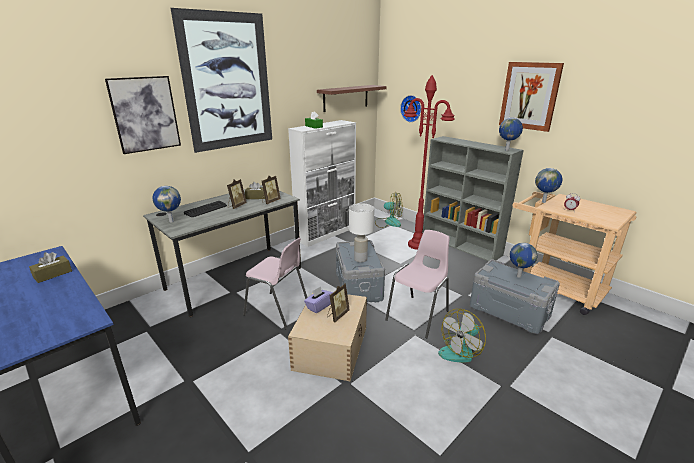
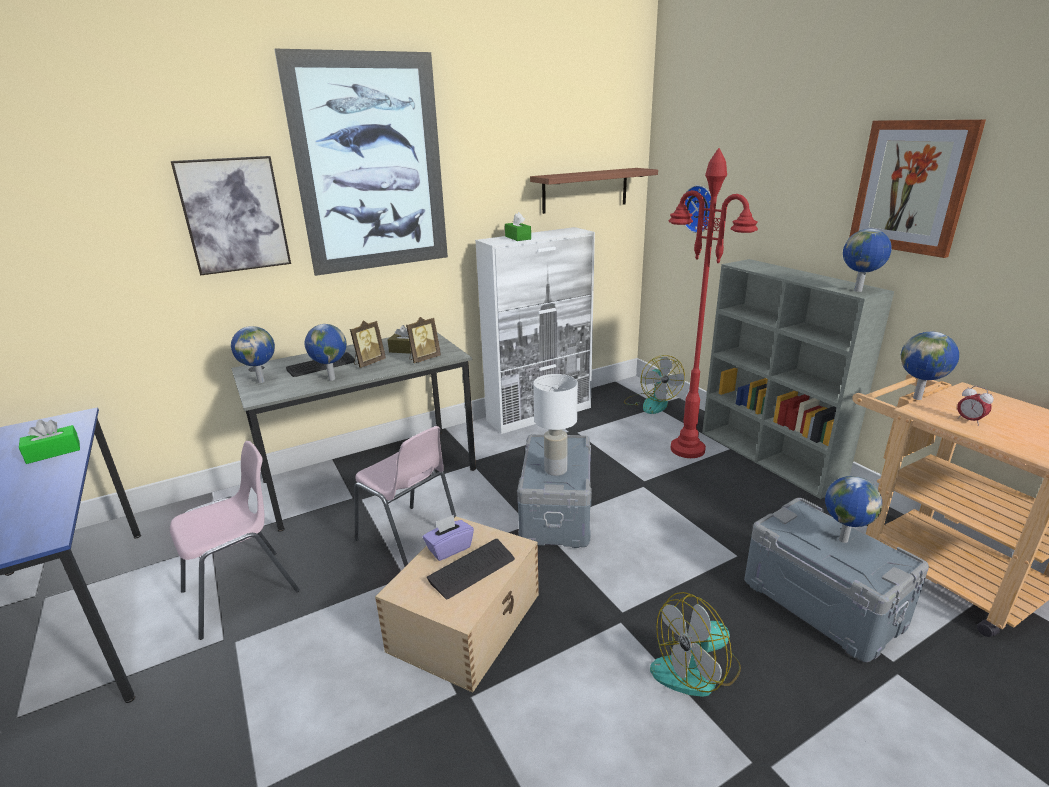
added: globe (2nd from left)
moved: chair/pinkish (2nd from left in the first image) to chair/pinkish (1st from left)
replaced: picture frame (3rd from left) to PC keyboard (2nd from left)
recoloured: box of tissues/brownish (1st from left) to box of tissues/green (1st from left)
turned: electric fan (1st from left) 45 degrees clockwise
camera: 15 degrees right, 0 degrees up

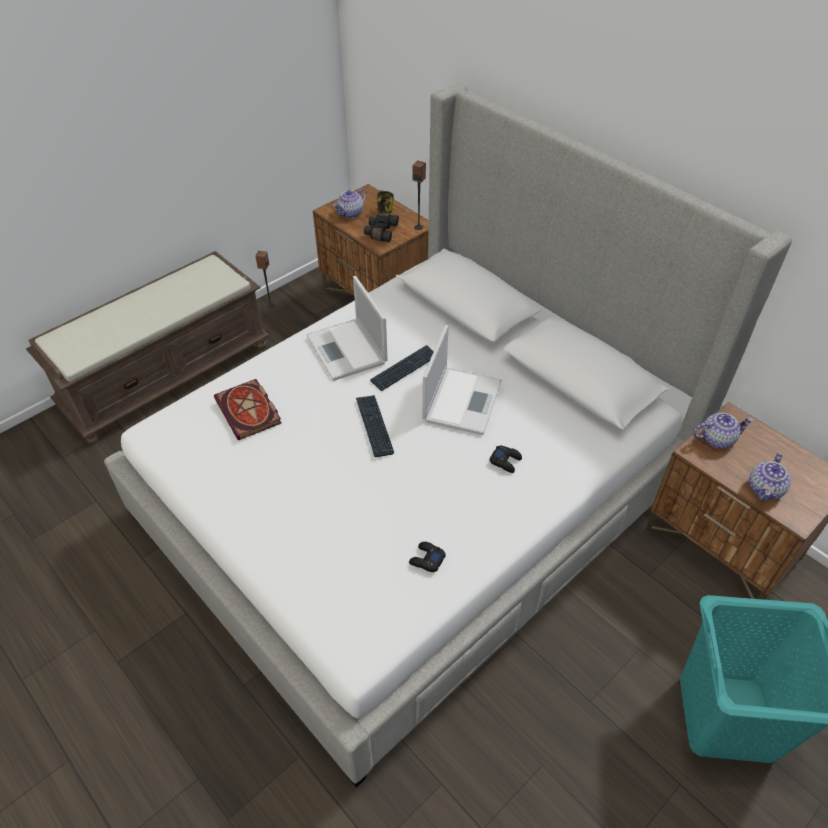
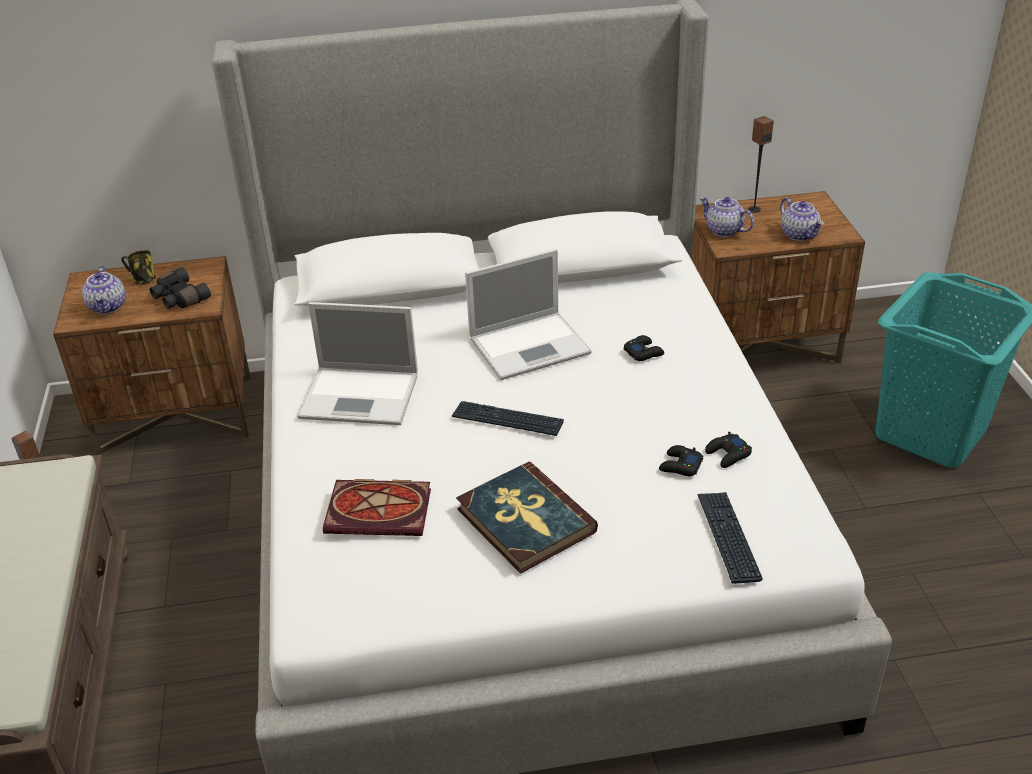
added: volume (2nd from left); joypad/black (2nd from left)
moved: PC keyboard (2nd from left); audio speaker (2nd from left)
turned: laptop (2nd from left) 105 degrees clockwise; pot for tea (2nd from left) 75 degrees counterclockwise
camera: 55 degrees left, 10 degrees down

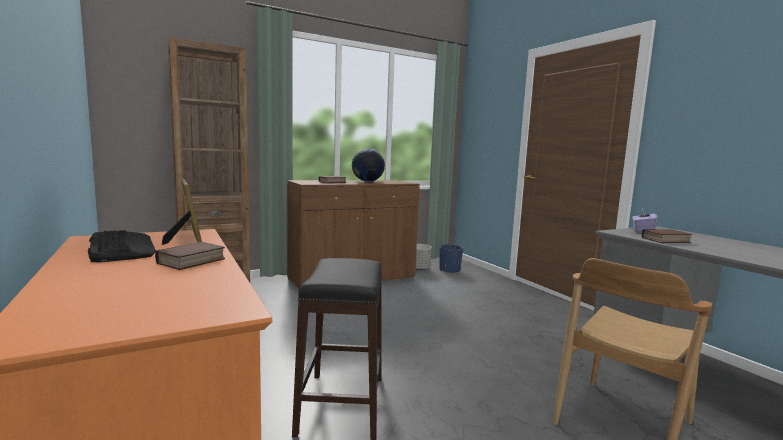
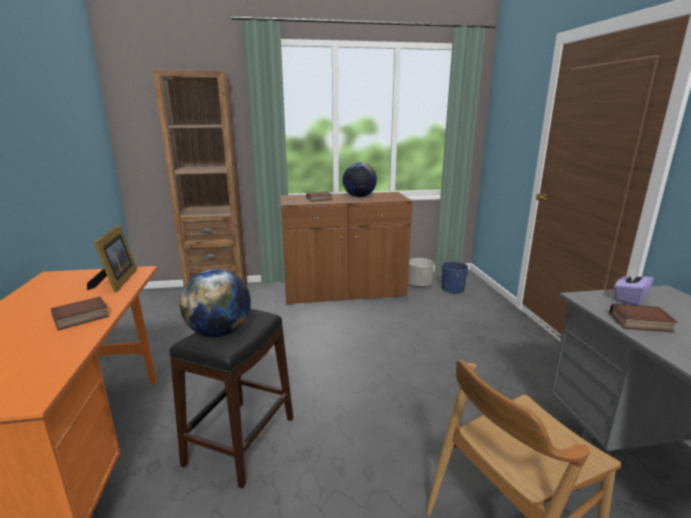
removed: PC keyboard
added: globe (1st from left)
camera: 20 degrees right, 10 degrees up

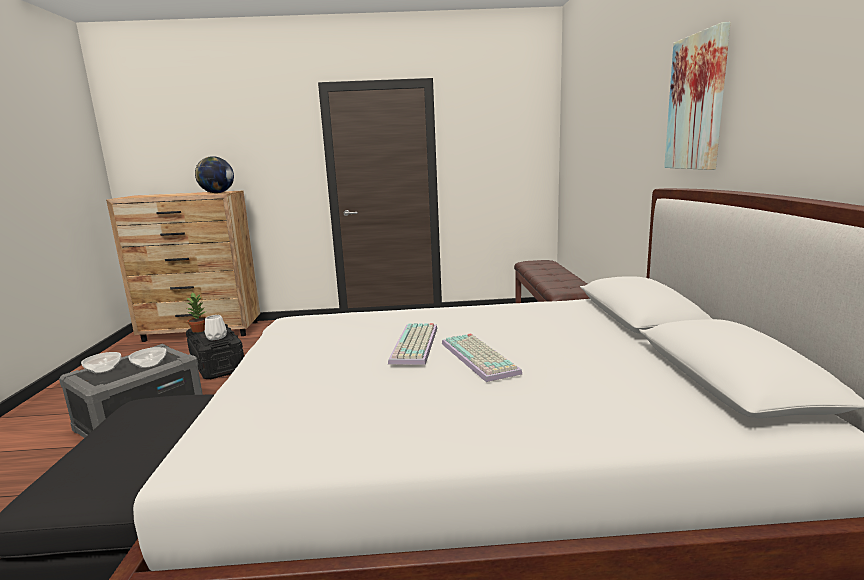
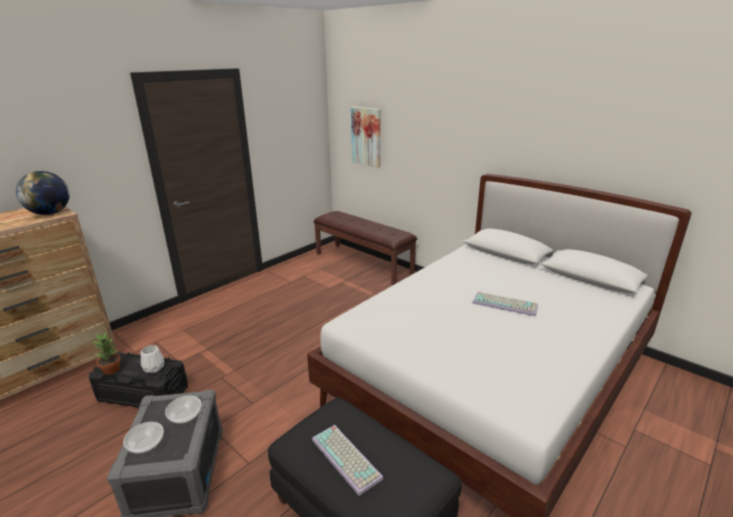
moved: PC keyboard (1st from left); wall picture
camera: 45 degrees left, 10 degrees up

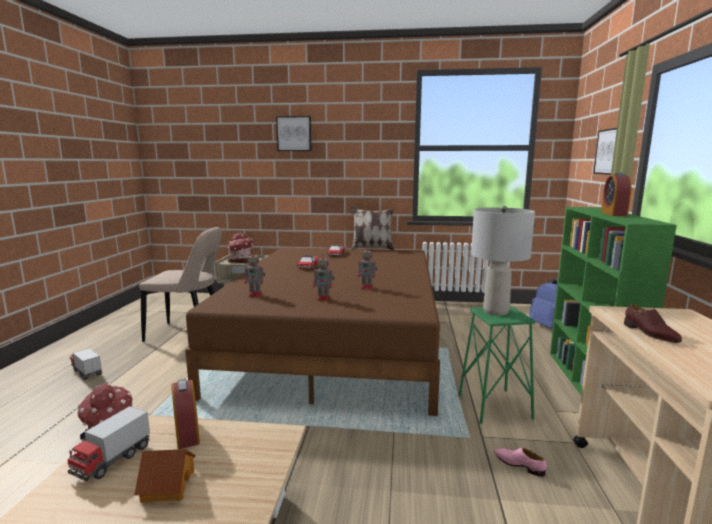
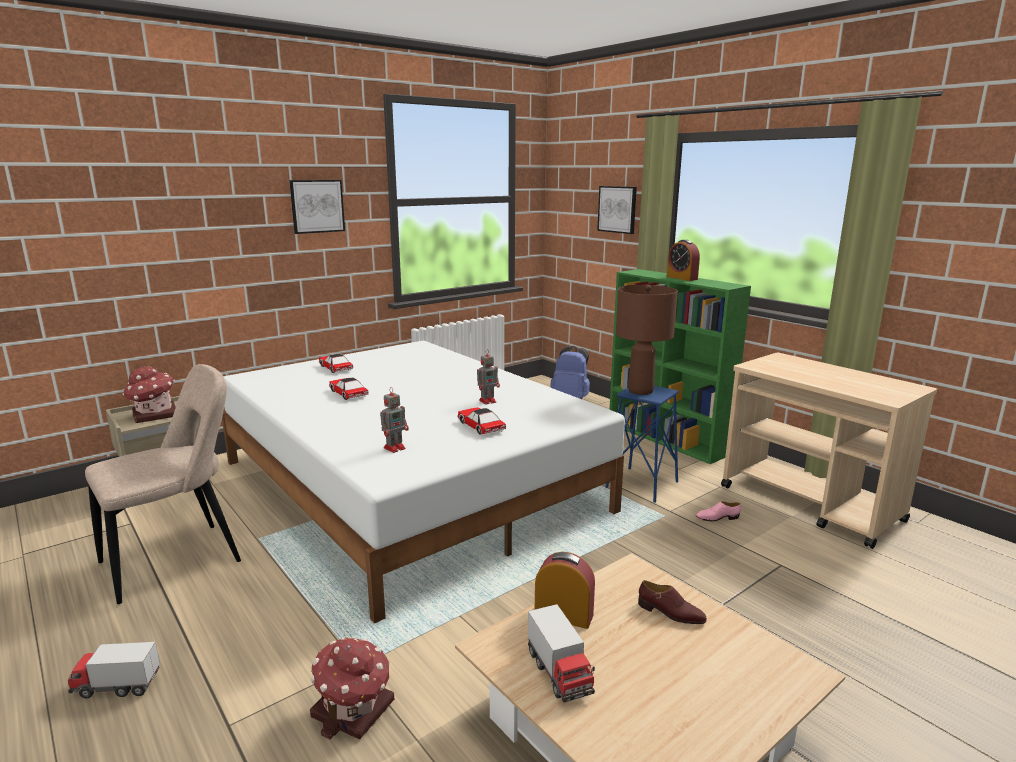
removed: toy house (2nd from left); throw pillow
moved: wall picture (1st from left); item of footwear/brownish
replaced: model robot (2nd from left) to toy car (3rd from left)
recoloured: bed/brownish to bed/whitish; sitting stool/green to sitting stool/bluish; table lamp/grey to table lamp/brownish
camera: 45 degrees left, 5 degrees up

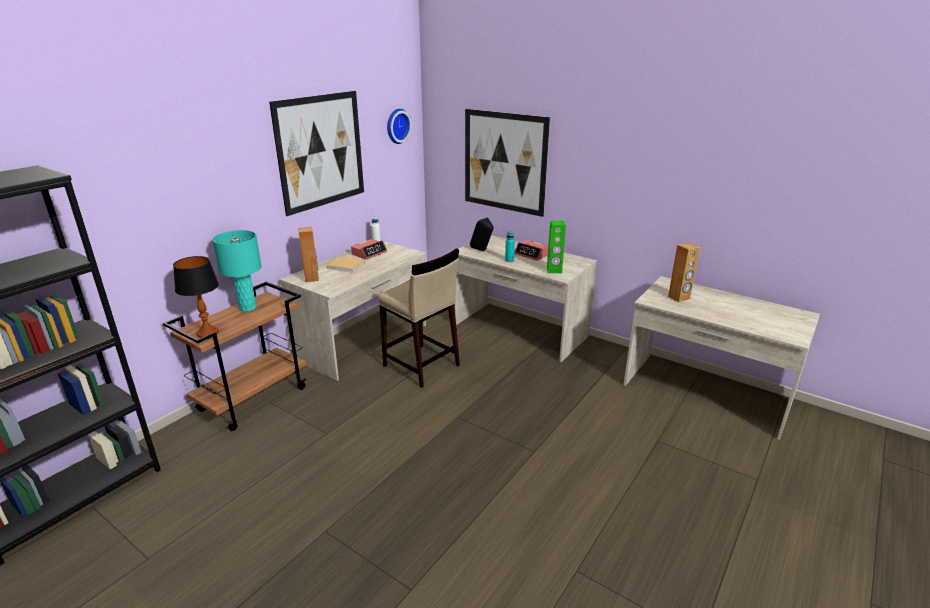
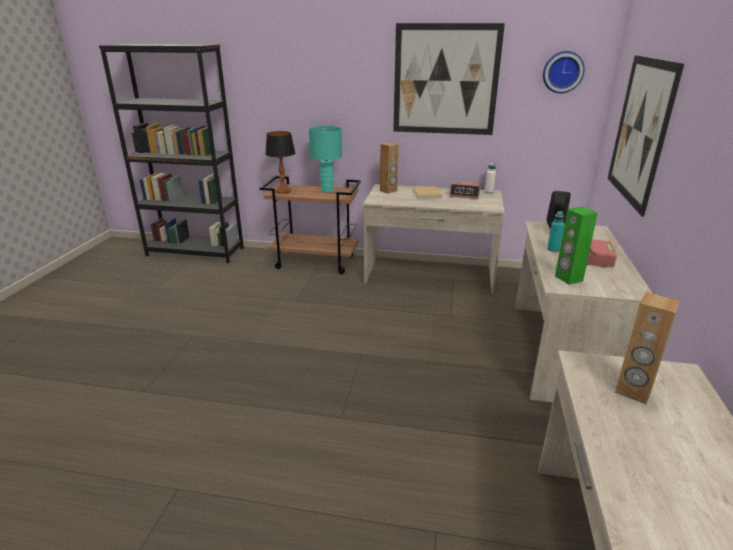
removed: sitting stool/sand-coloured
camera: 65 degrees right, 0 degrees up

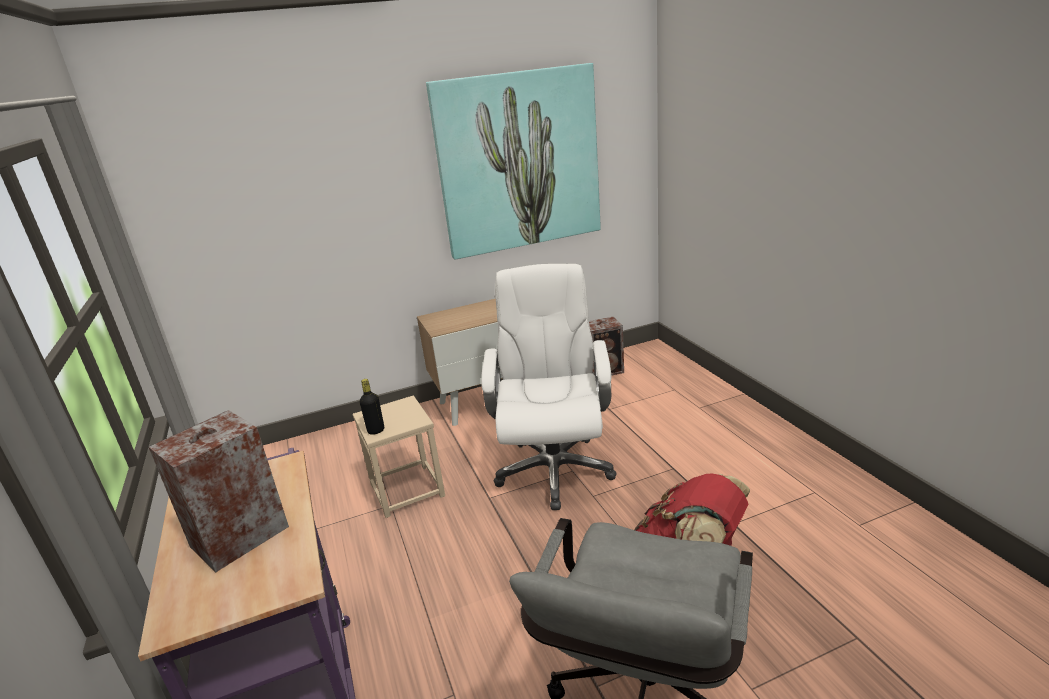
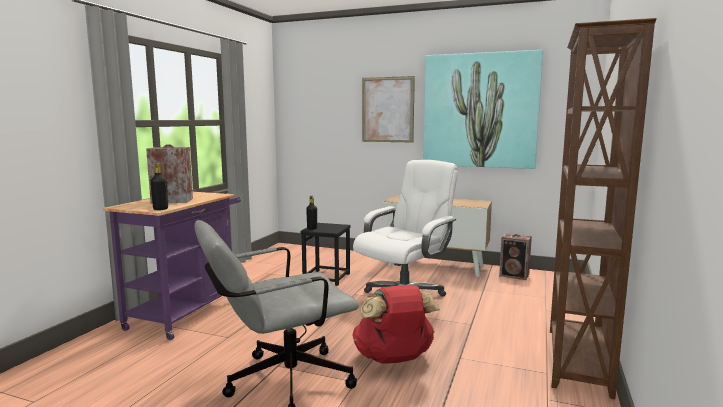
added: drink bottle/black (1st from left); wall picture (1st from left); shelving unit/brownish
recoloured: sitting stool/sand-coloured to sitting stool/black
camera: 40 degrees right, 15 degrees down

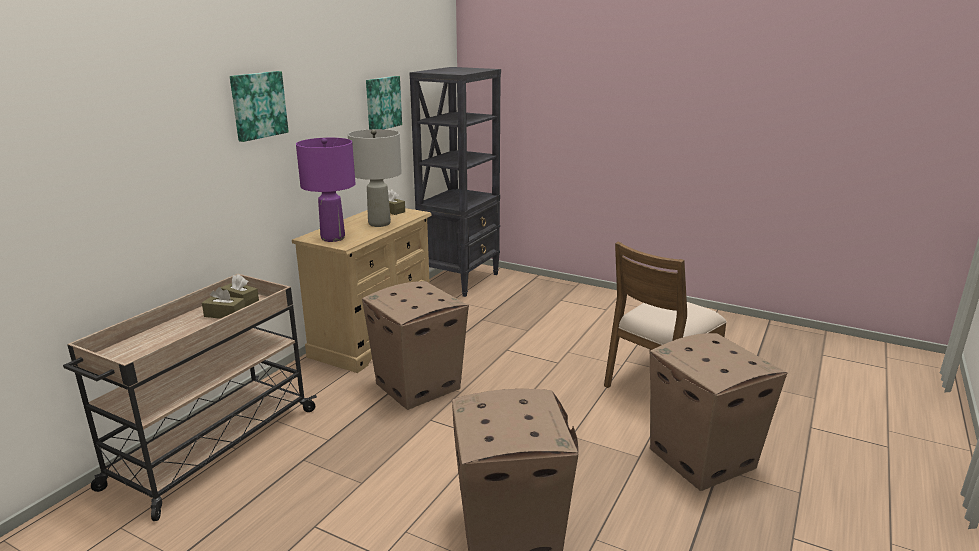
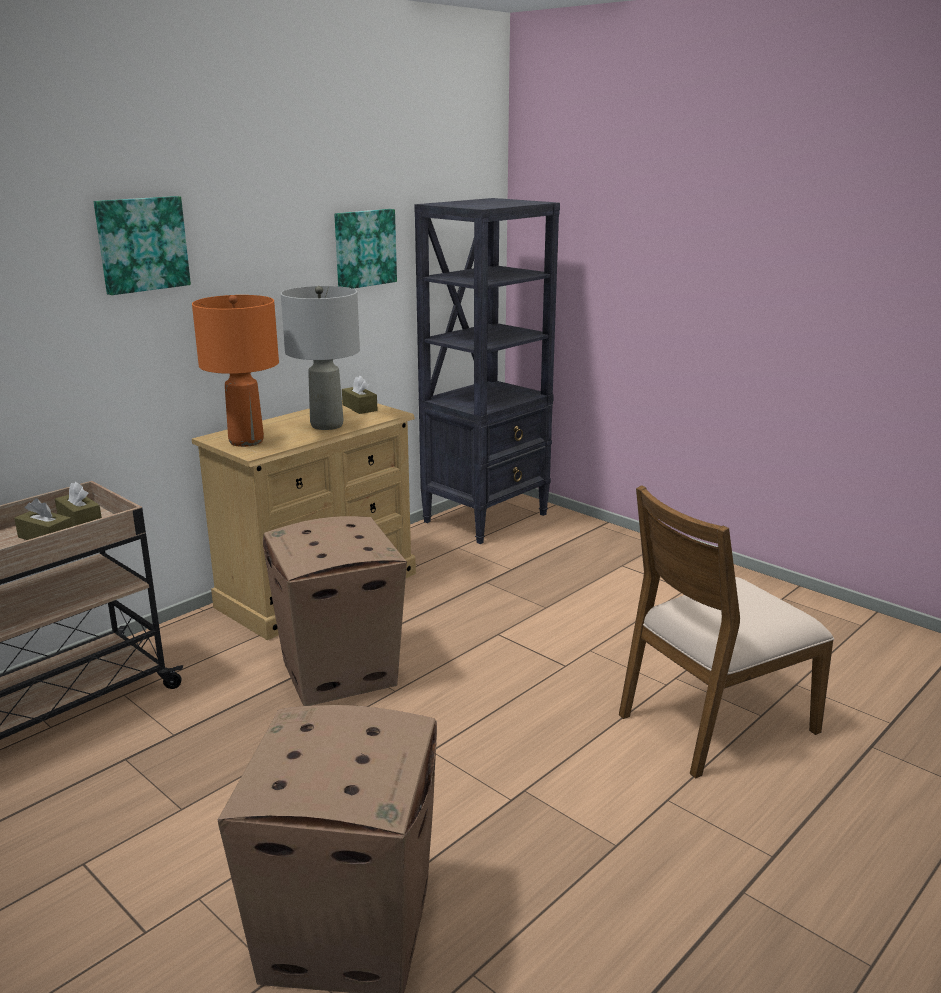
removed: packing box (3rd from left)
recoloured: table lamp/purplish to table lamp/orangey
camera: 15 degrees right, 0 degrees up

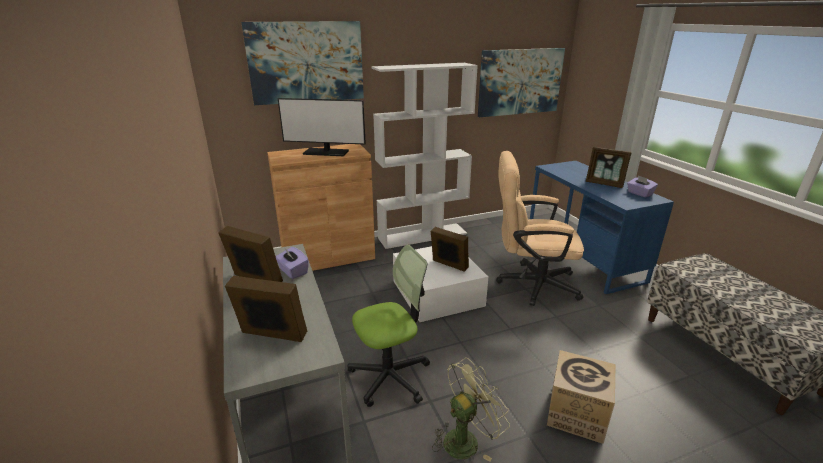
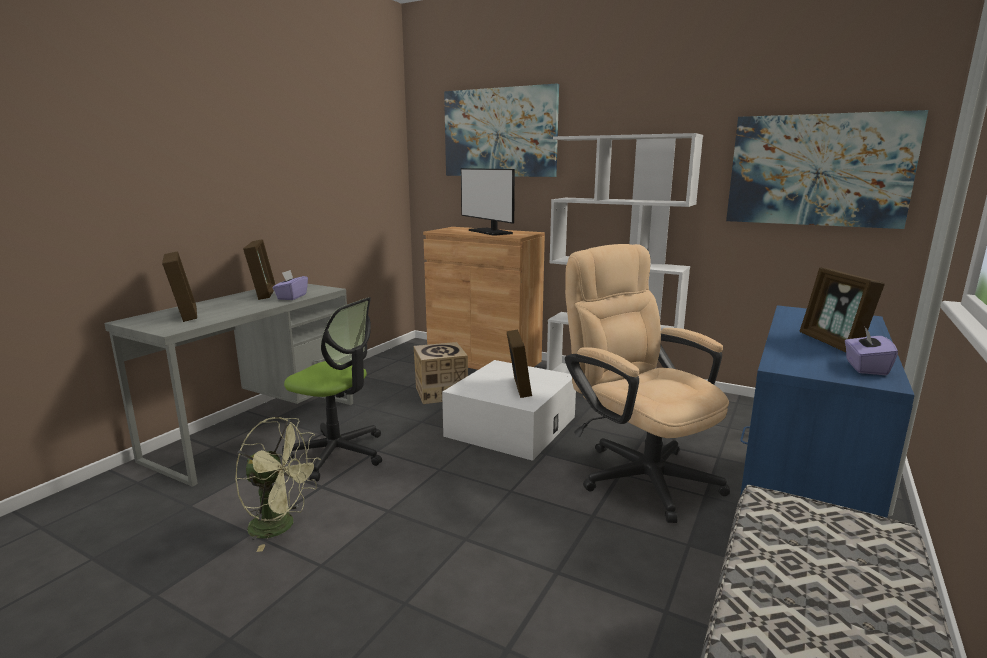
moved: packing box
camera: 50 degrees right, 10 degrees down

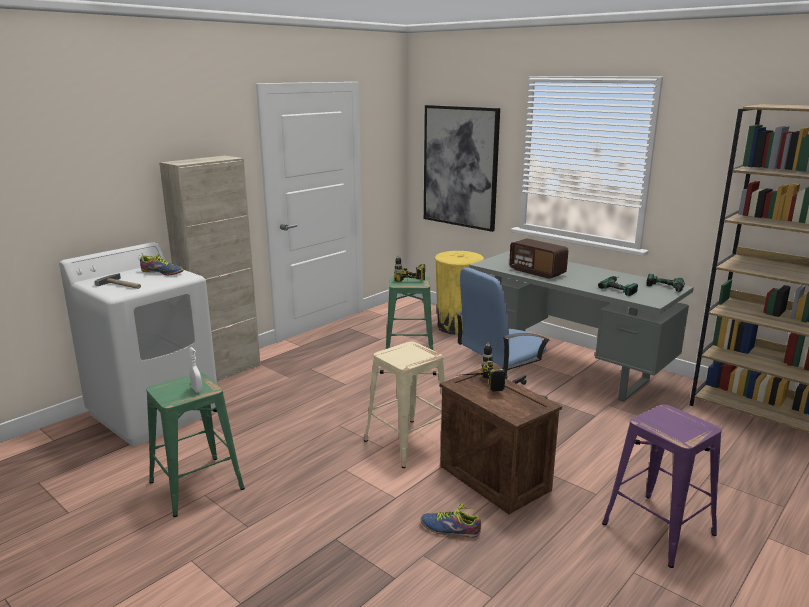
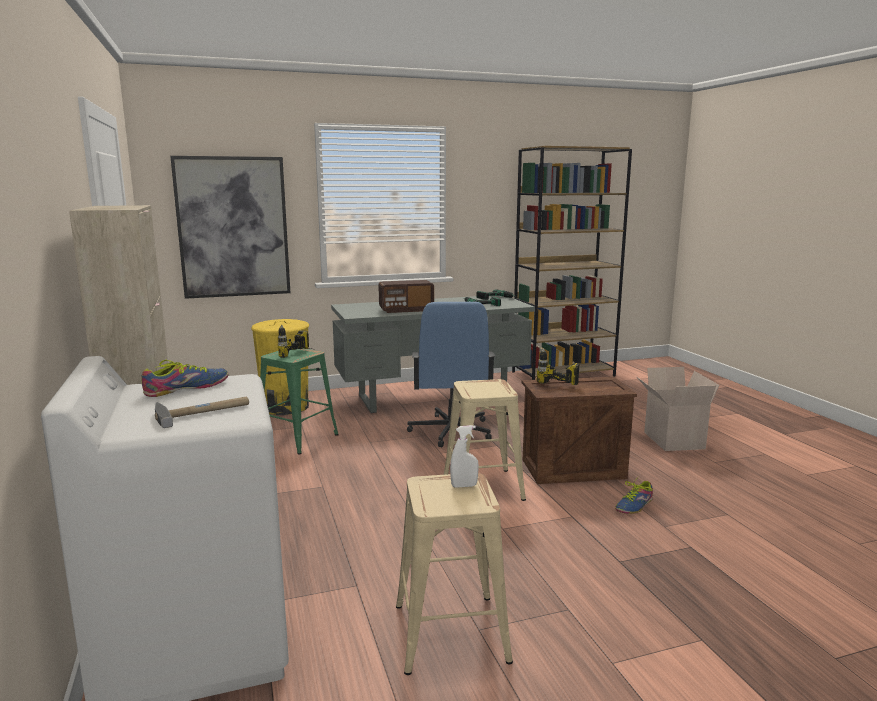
replaced: sitting stool/purplish to packing box
recoloured: sitting stool/green (1st from left) to sitting stool/sand-coloured (1st from left)
camera: 60 degrees left, 5 degrees down

